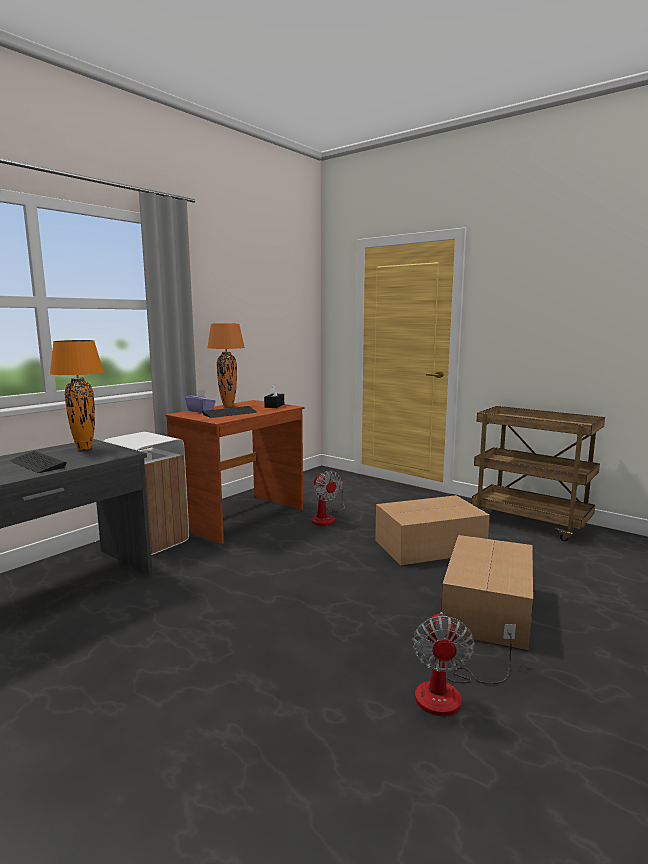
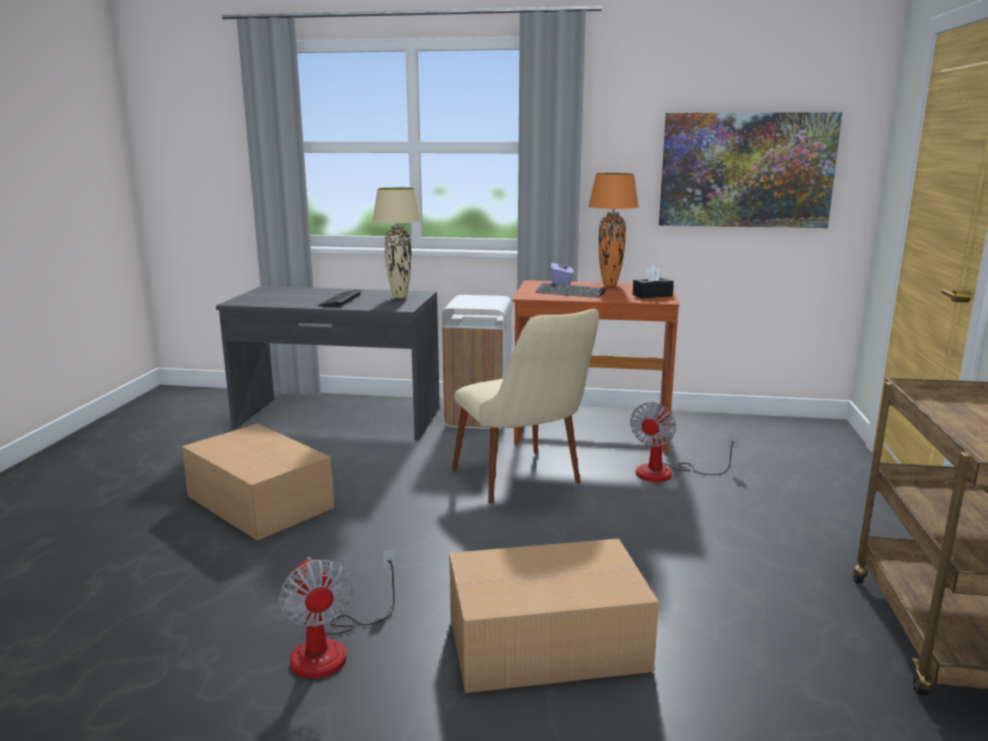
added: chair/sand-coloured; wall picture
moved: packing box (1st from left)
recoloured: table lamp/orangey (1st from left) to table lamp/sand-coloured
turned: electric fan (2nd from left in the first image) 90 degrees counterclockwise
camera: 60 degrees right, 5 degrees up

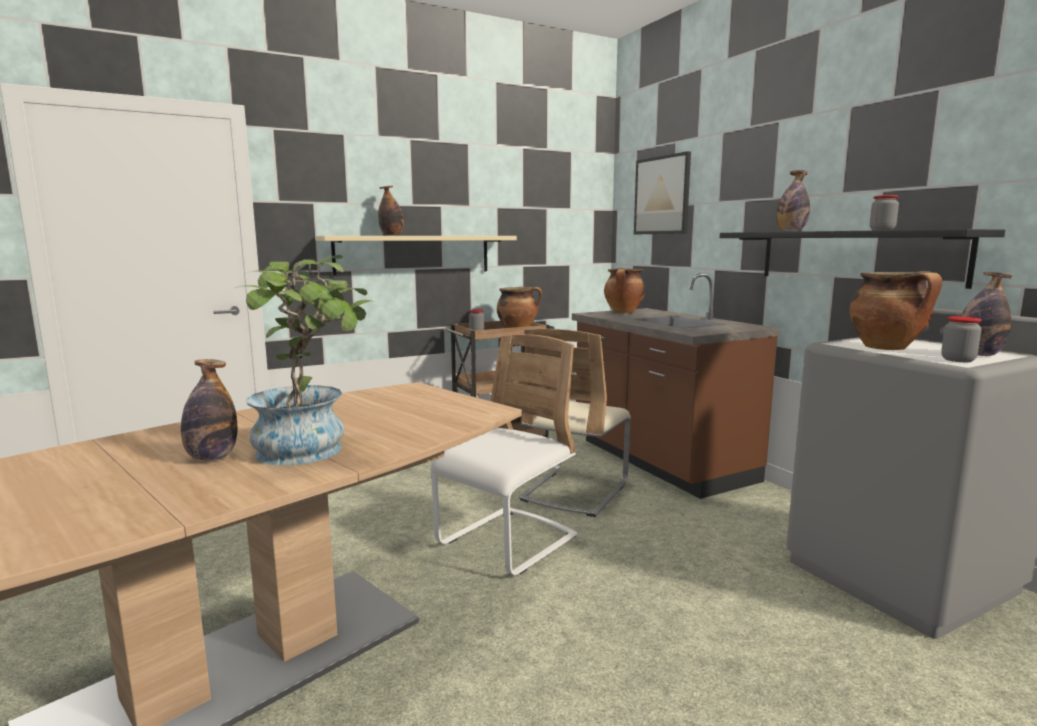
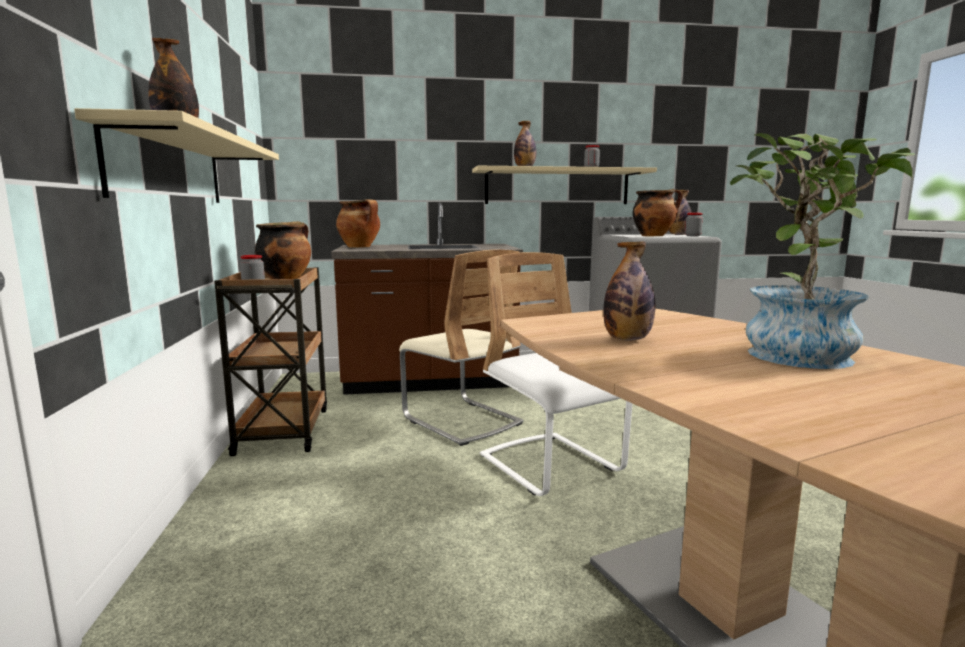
removed: wall picture
moved: drink bottle (1st from left in the first image) to drink bottle (3rd from left)
recoloured: wall shelf/black to wall shelf/sand-coloured (2nd from left)
camera: 70 degrees left, 0 degrees up

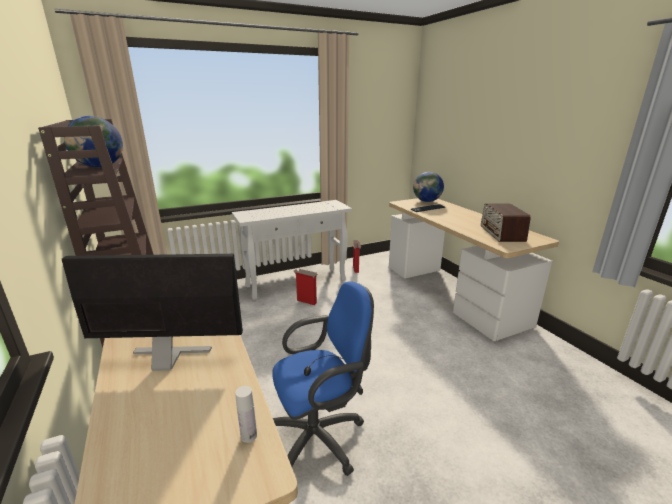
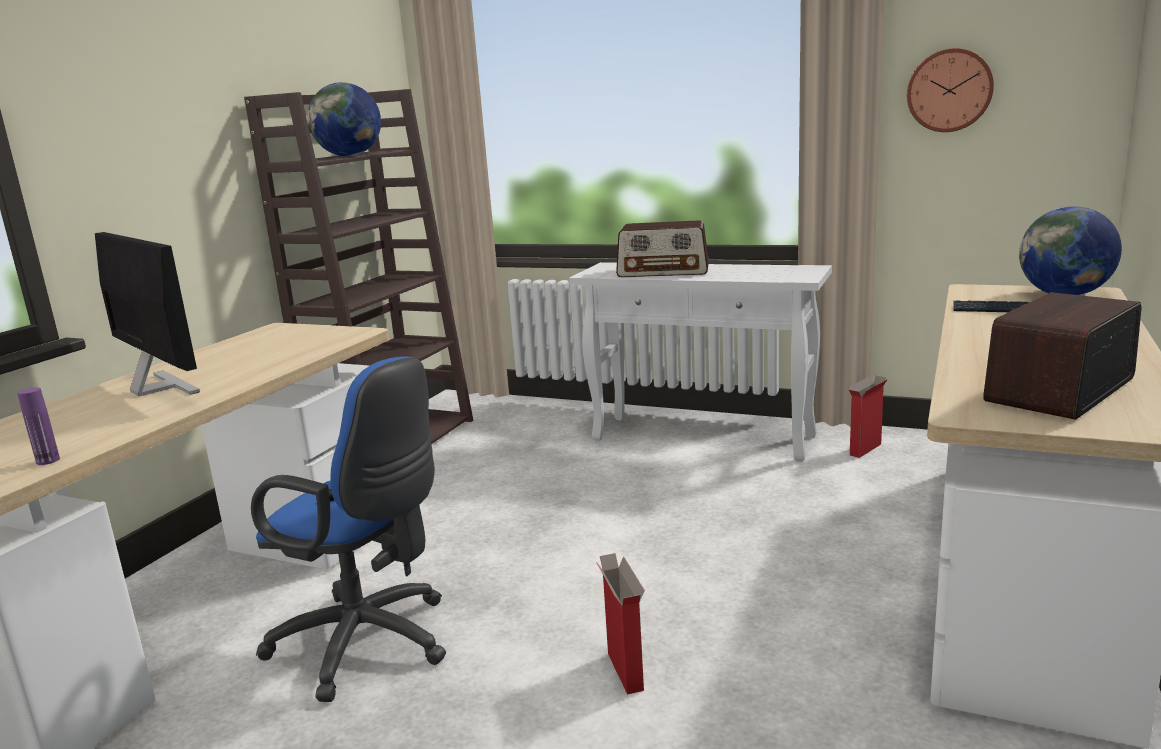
added: radio (1st from left); hanging clock
moved: packing box (1st from left)
recoloured: drink bottle/whitish to drink bottle/purplish
camera: 50 degrees right, 5 degrees down

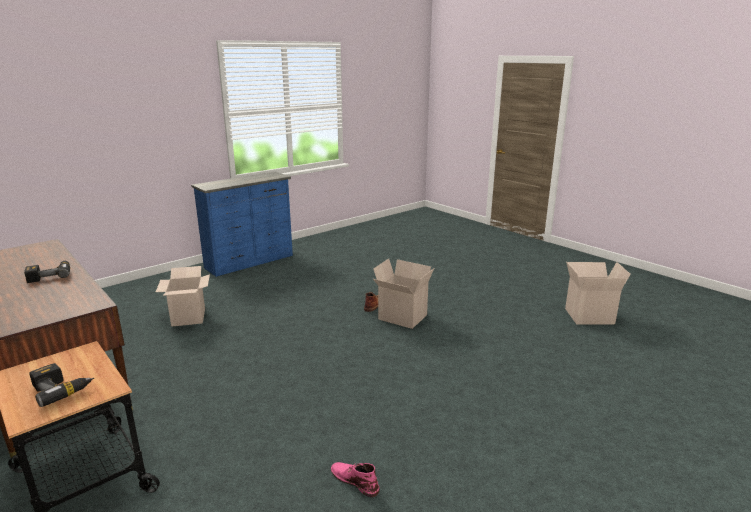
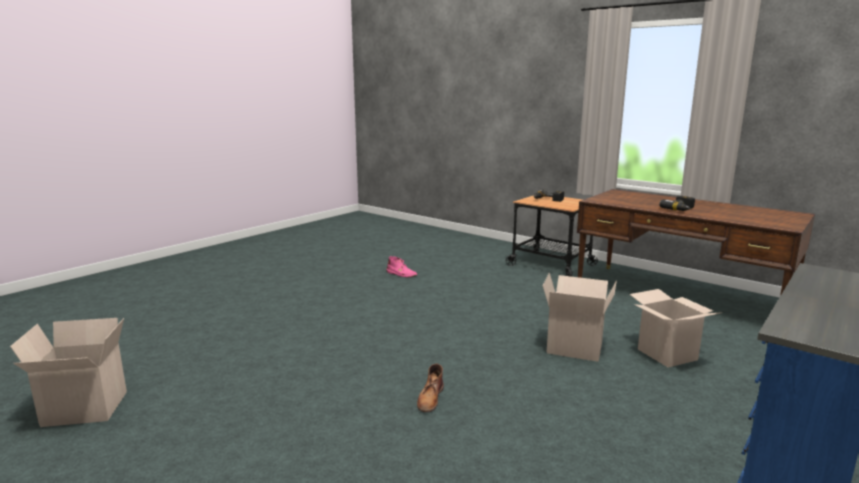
moved: packing box (2nd from left)
camera: 170 degrees right, 5 degrees down

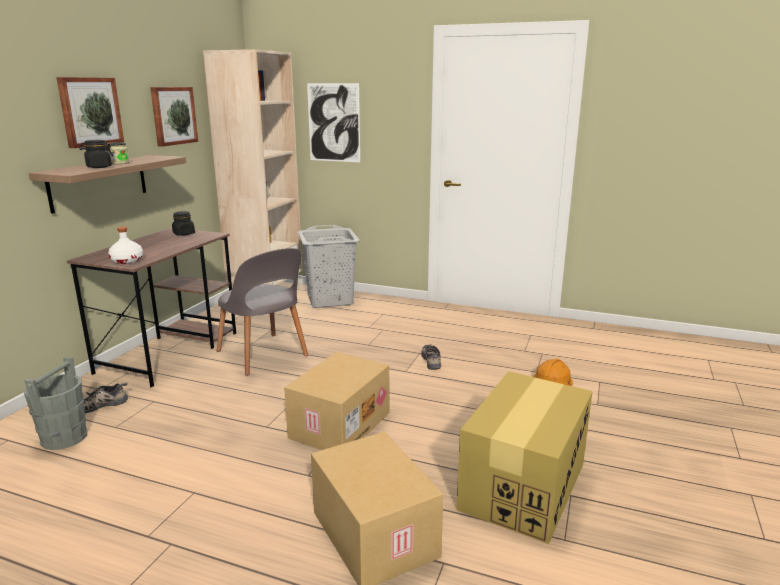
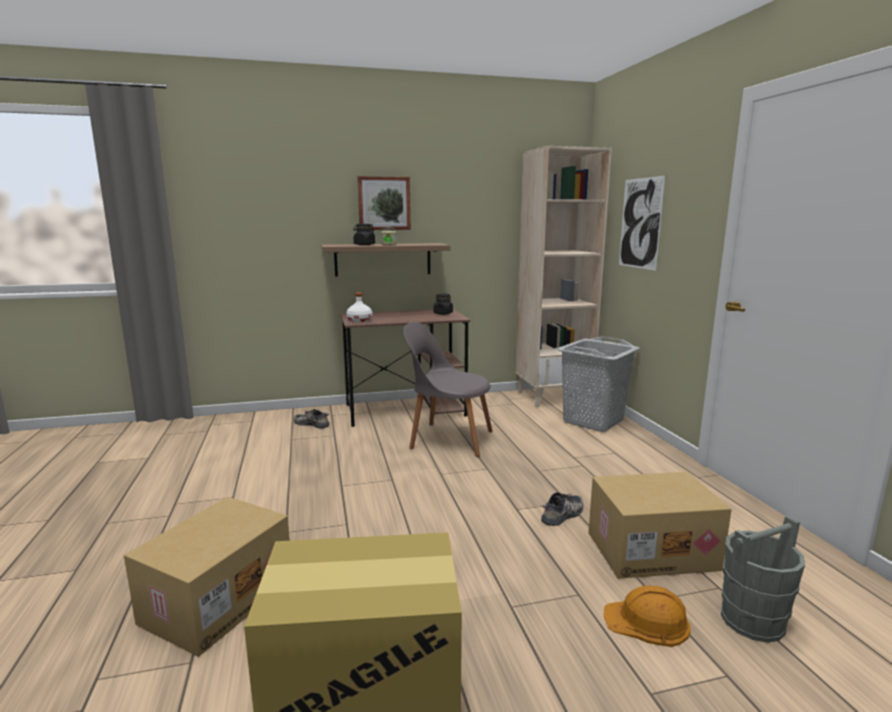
removed: wall picture (2nd from left)
moved: water bucket/grey; packing box (1st from left in the first image) to packing box (3rd from left)
turned: chair/grey 90 degrees clockwise
camera: 55 degrees right, 5 degrees down

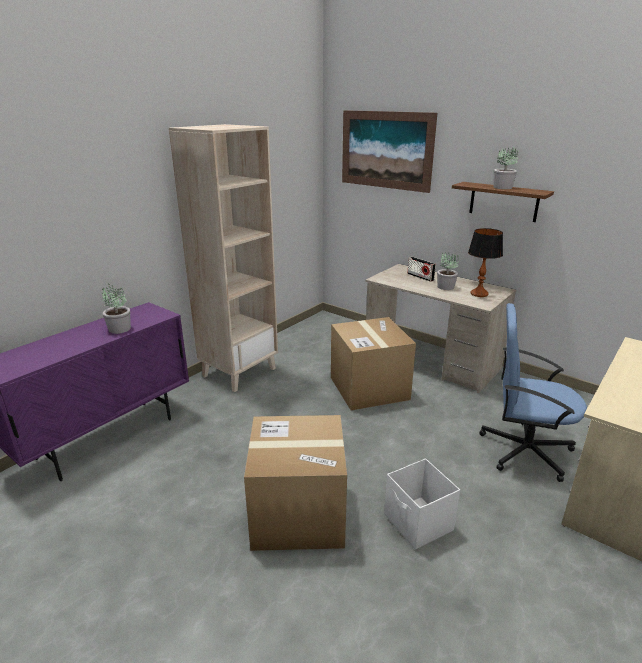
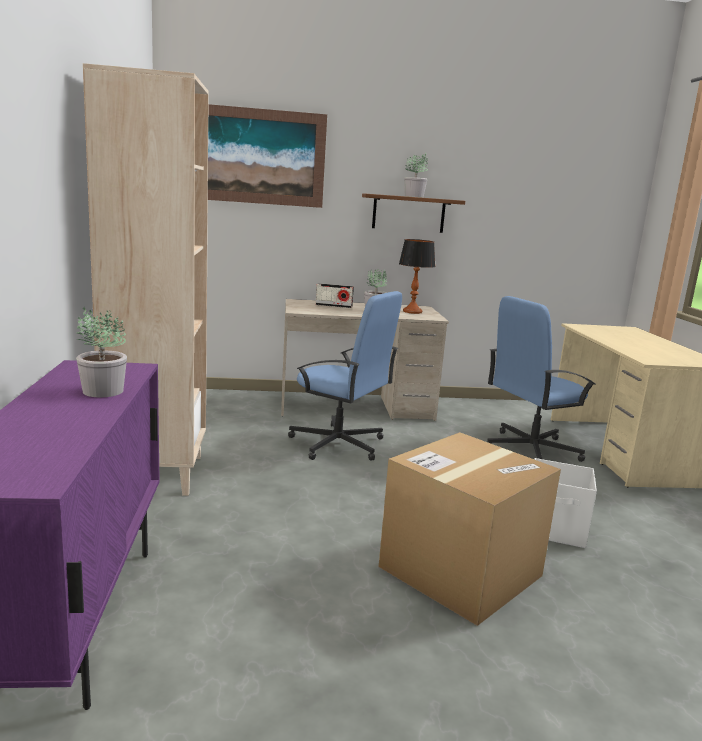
replaced: packing box (2nd from left) to desk chair/bluish (1st from left)
camera: 45 degrees left, 10 degrees down

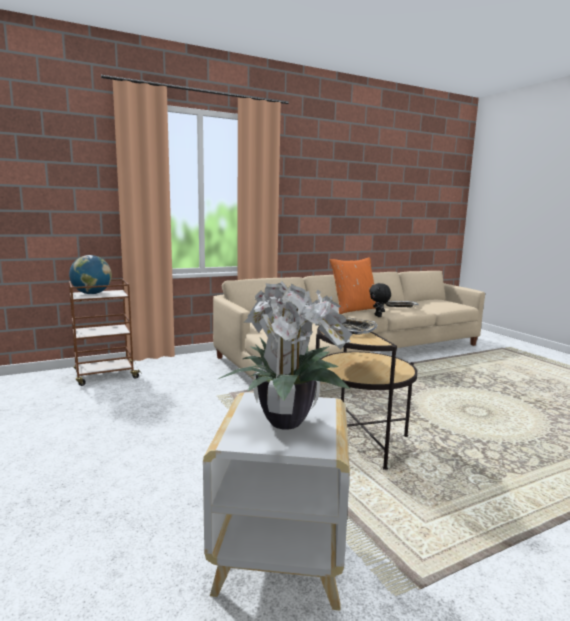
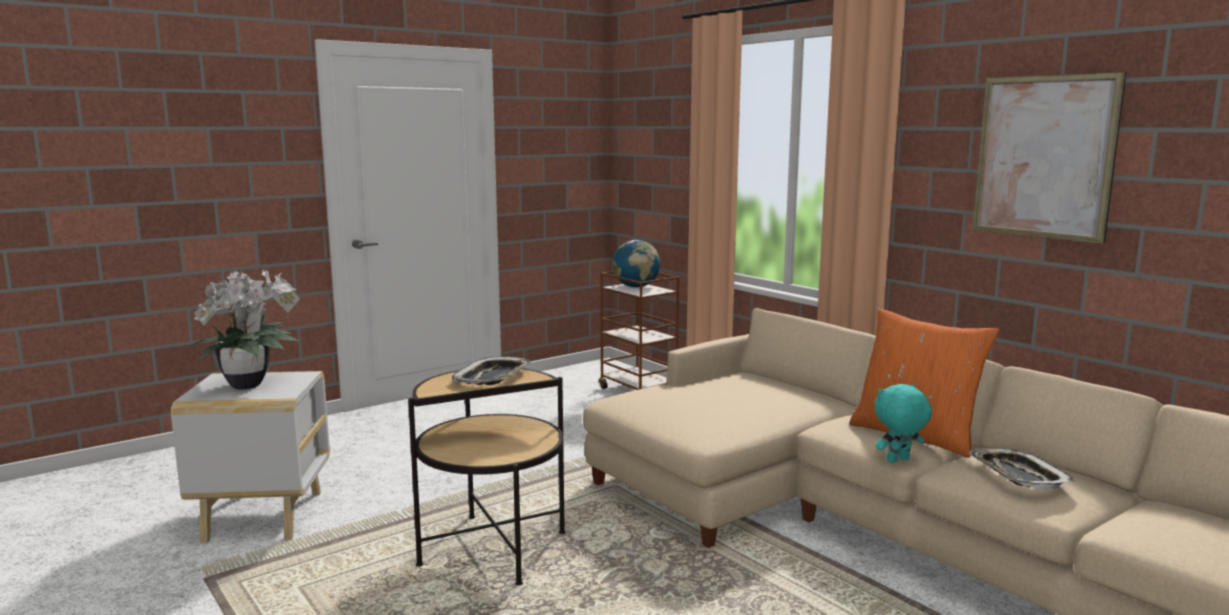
added: wall picture
recoloured: soft toy/black to soft toy/blue-green
camera: 80 degrees right, 0 degrees up

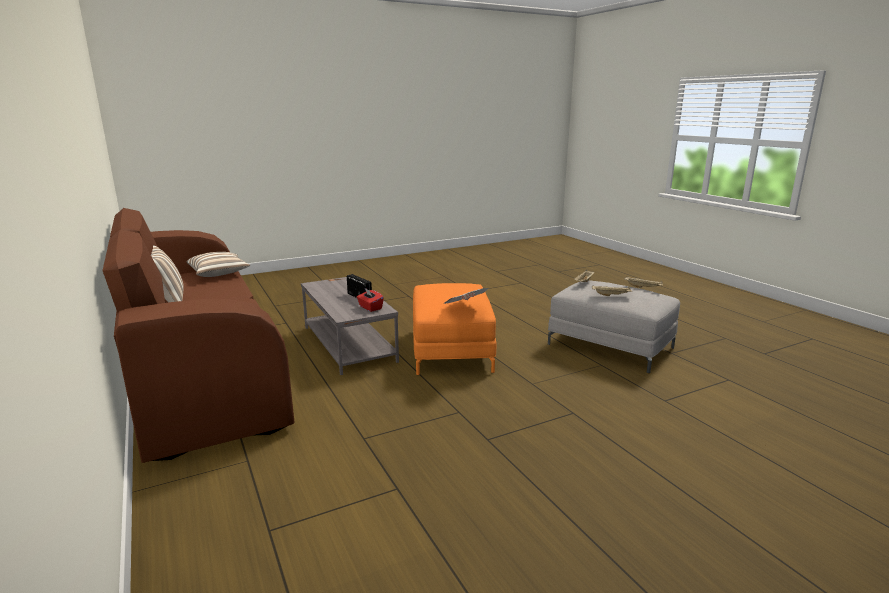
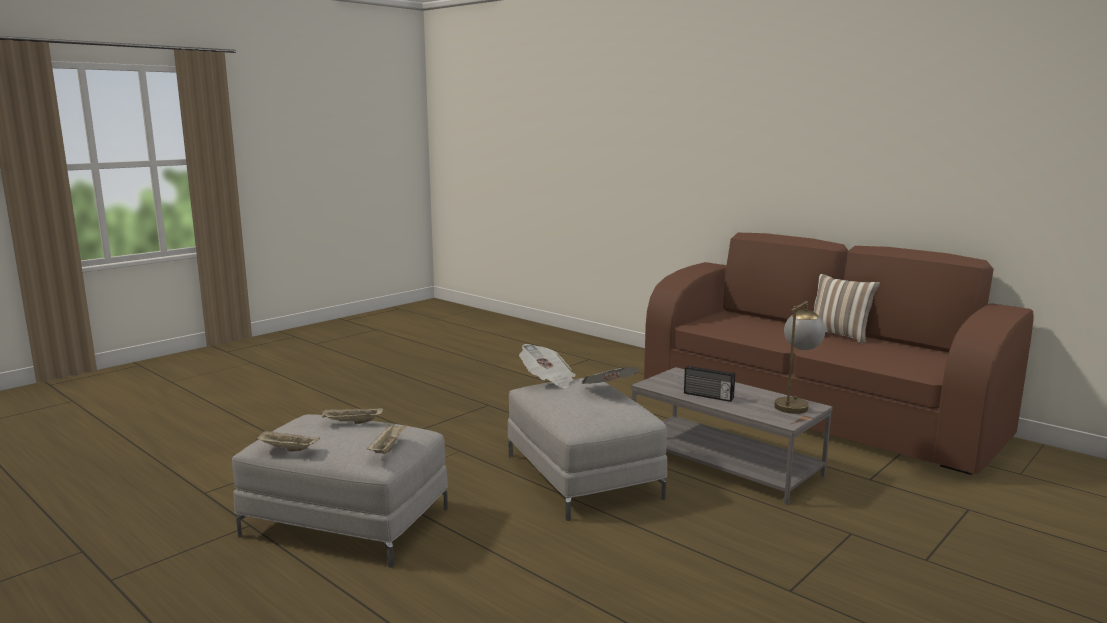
removed: throw pillow (2nd from left); box of tissues/reddish
added: daily paper (2nd from left); table lamp
recoloured: ottoman/orangey to ottoman/grey (2nd from left)
camera: 160 degrees right, 5 degrees down

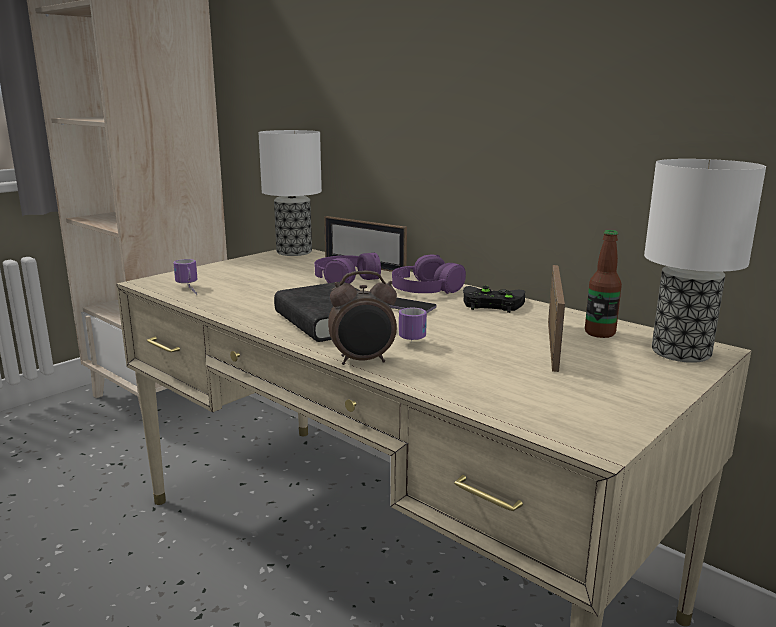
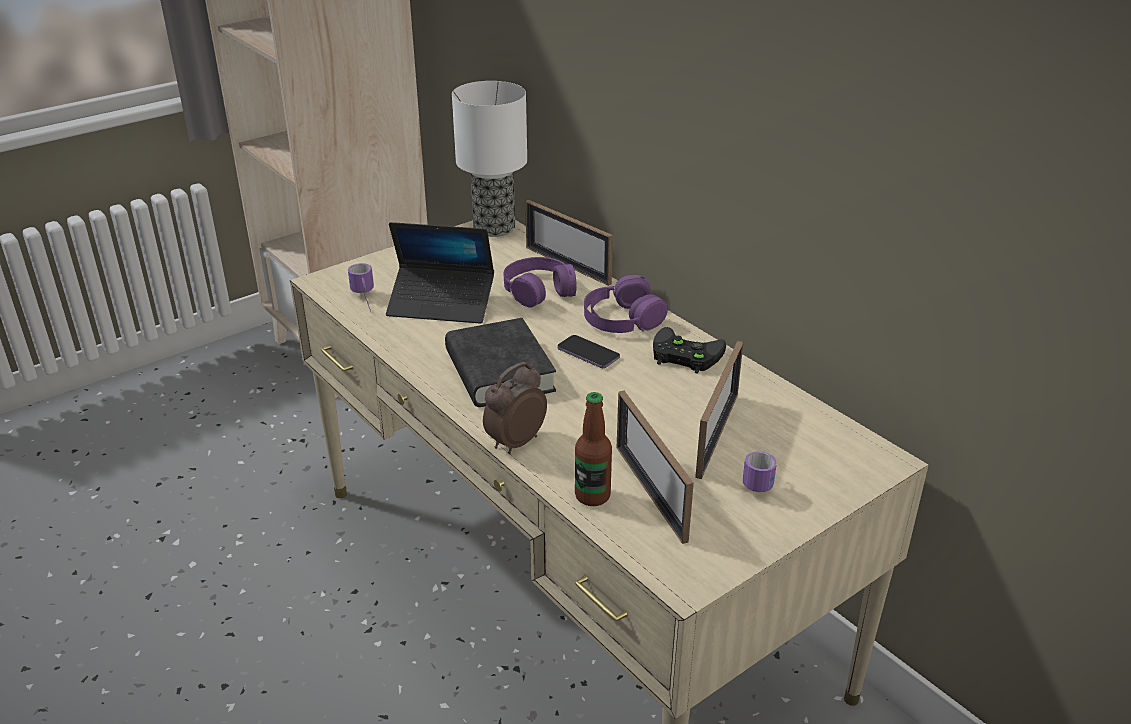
removed: table lamp (2nd from left)
added: laptop; picture frame (2nd from left)
moved: mug (2nd from left); drink bottle
turned: table clock 135 degrees clockwise
camera: 10 degrees right, 15 degrees up

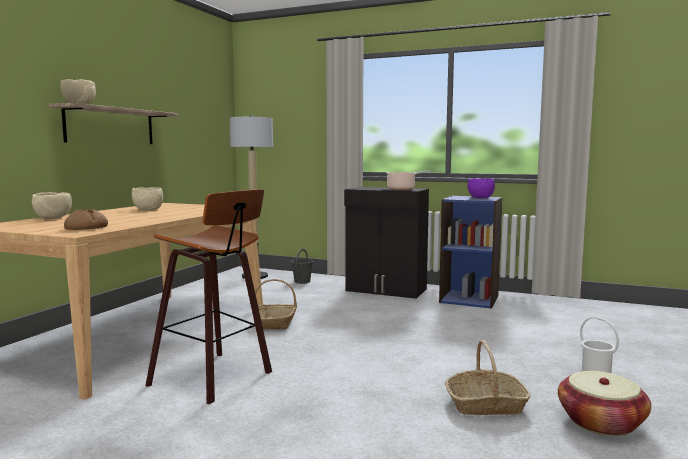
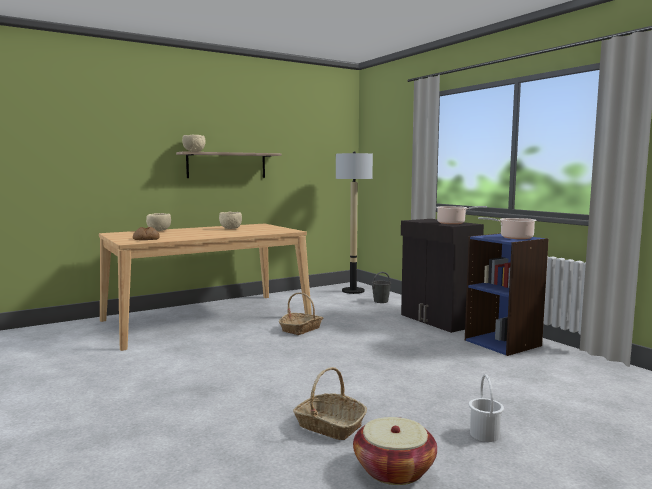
removed: sitting stool
replaced: bowl/purplish to saucepot (2nd from left)
camera: 35 degrees right, 0 degrees up

